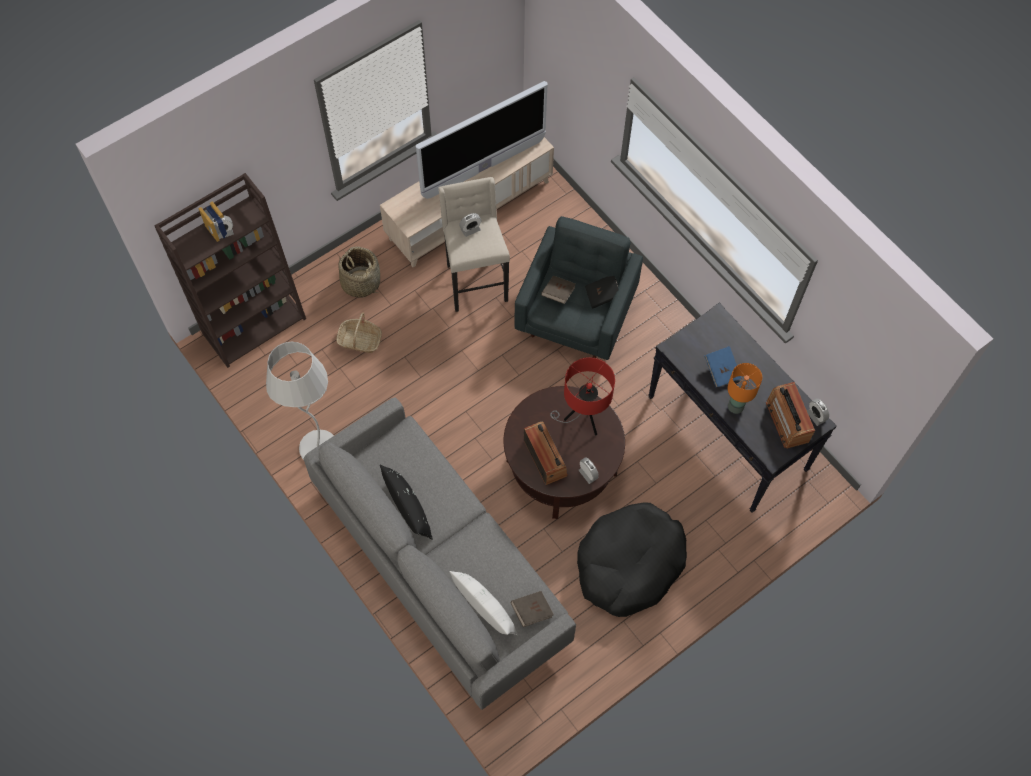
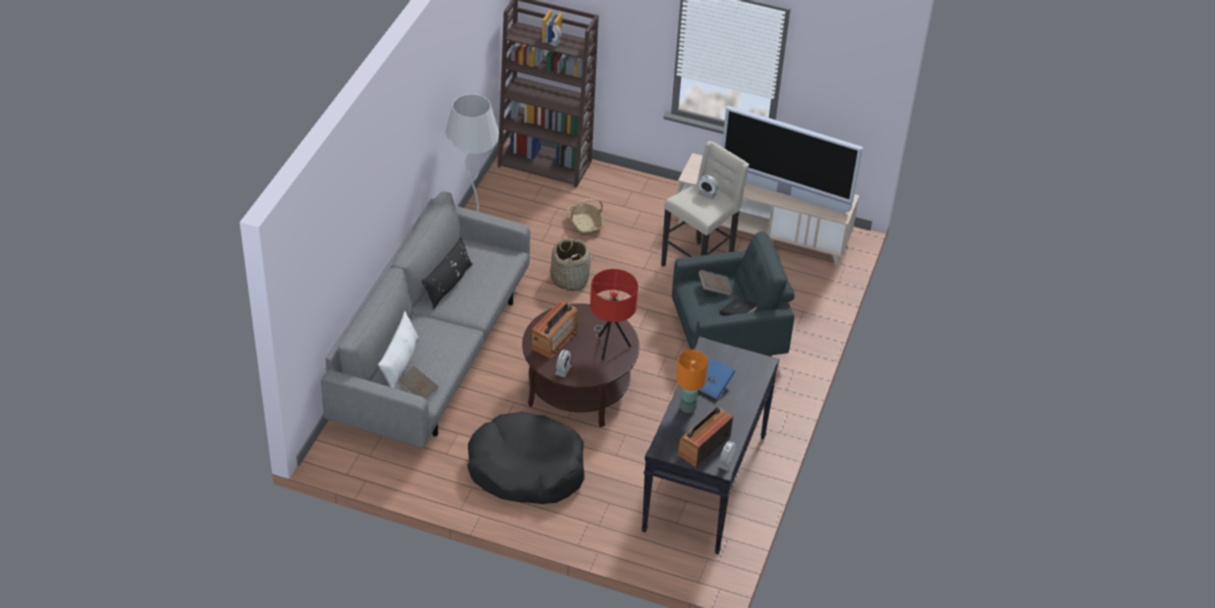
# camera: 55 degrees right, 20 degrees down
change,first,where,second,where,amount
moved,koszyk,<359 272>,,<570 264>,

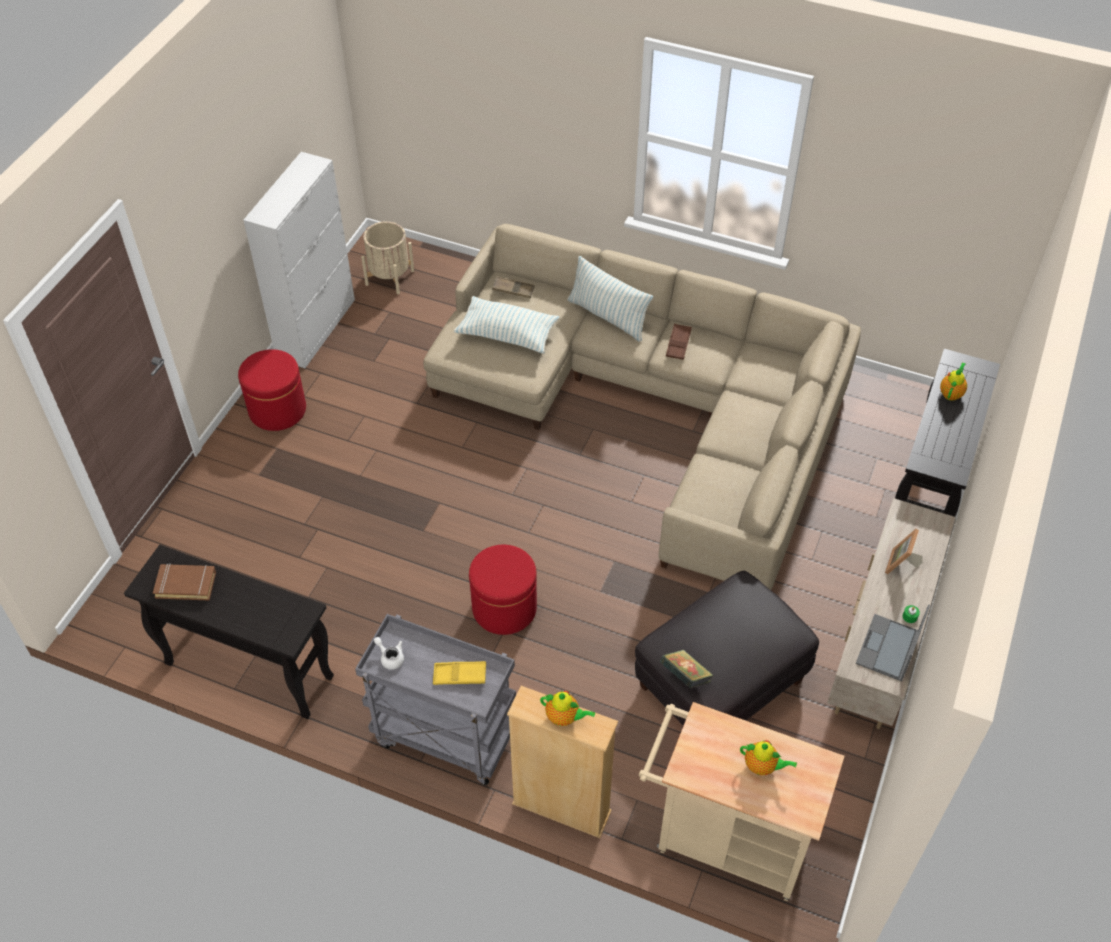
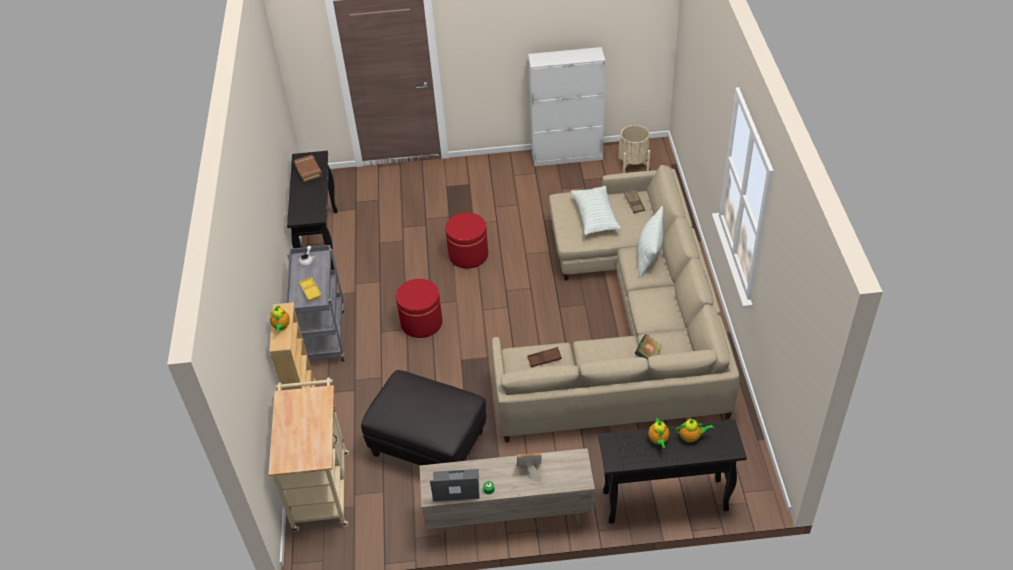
# camera: 65 degrees right, 5 degrees down
change,first,where,second,where,amount
moved,pufa/czerwony,<272 390>,,<466 241>,
moved,książka,<687 669>,,<648 346>,
moved,taca/brązowy,<679 342>,,<544 357>,
moved,imbryk,<768 757>,,<659 433>,

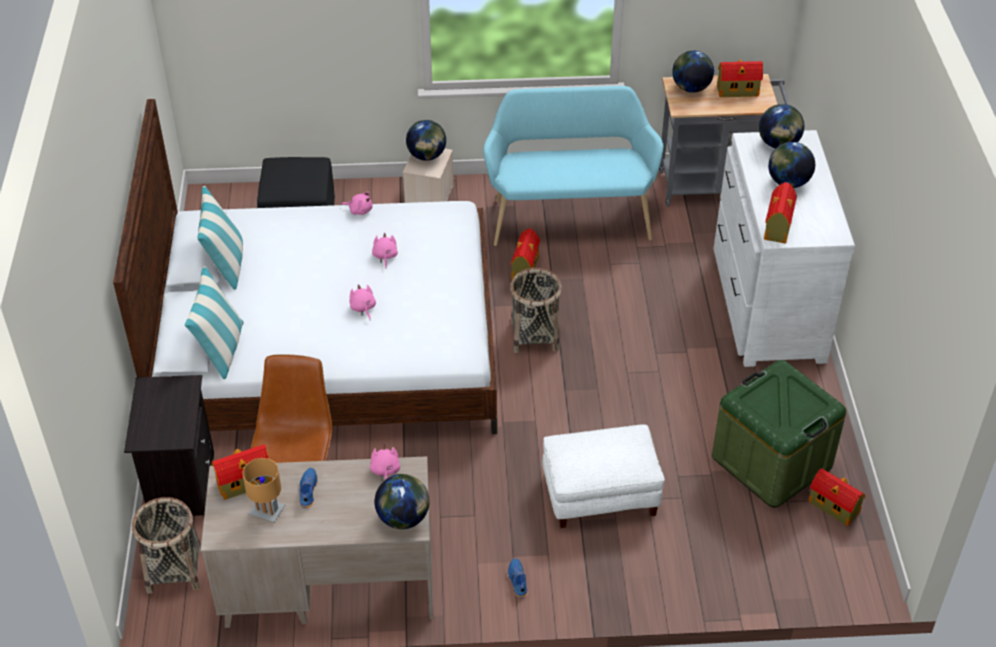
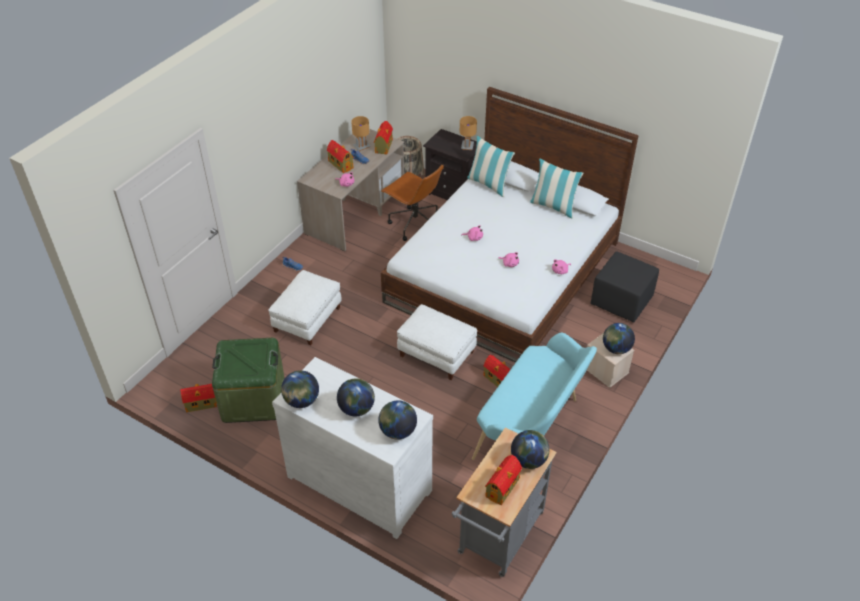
# camera: 125 degrees right, 0 degrees up
change,first,where,second,where,amount
added,,,lampa stołowa/brązowy,<468 133>,
moved,globus,<402 501>,,<300 389>,
moved,domek,<780 212>,,<340 156>,
replaced,koszyk,<536 310>,pufa/biały,<437 342>,

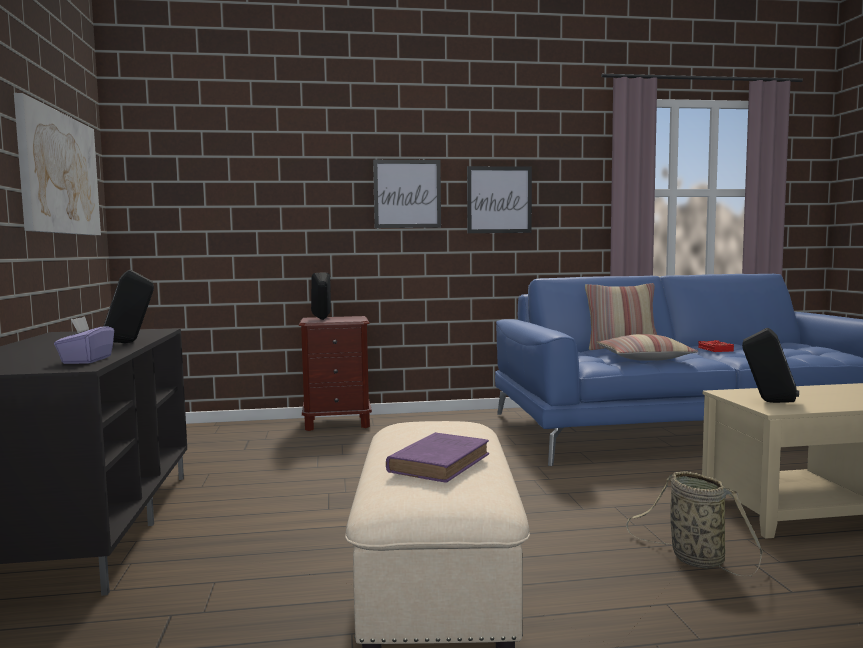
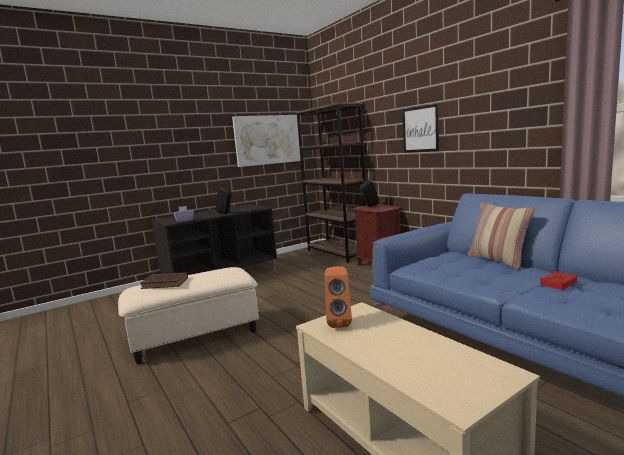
# camera: 65 degrees right, 5 degrees up
change,first,where,second,where,amount
removed,obraz,<499 199>,,,
removed,poduszka,<647 347>,,,
removed,koszyk,<694 523>,,,
added,,,regał/brązowy,<331 182>,
recoloured,książka/fioletowy,<437 457>,książka/brązowy,<164 280>,
recoloured,głośnik/czarny,<770 365>,głośnik/pomarańczowy,<338 297>,

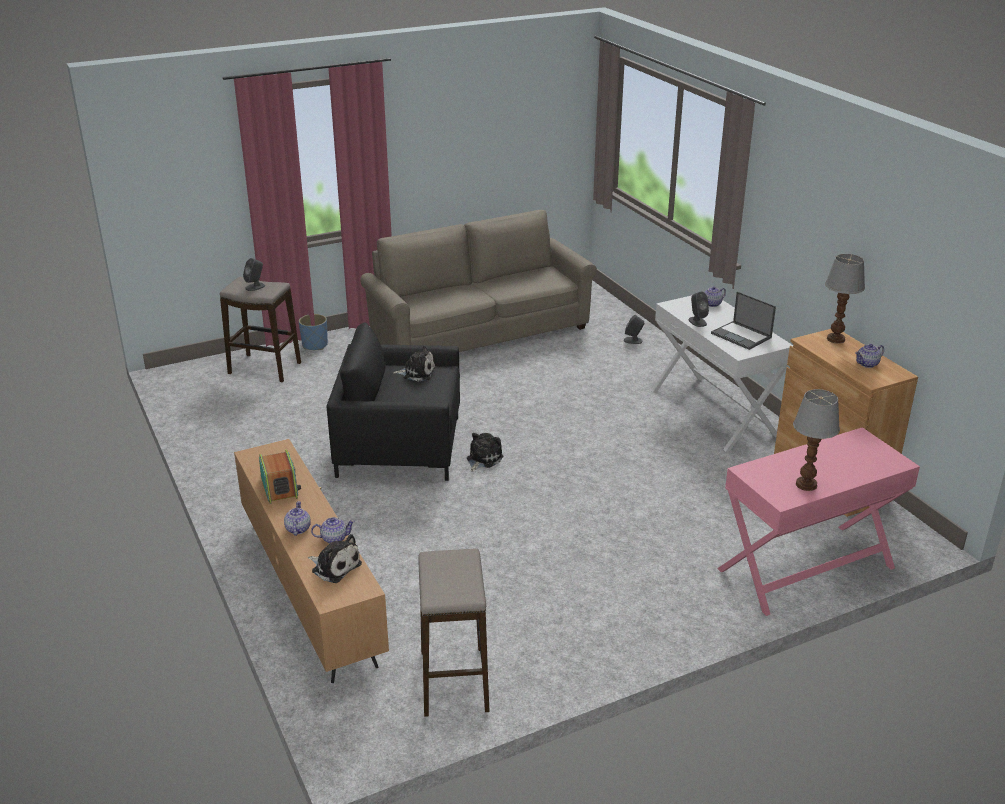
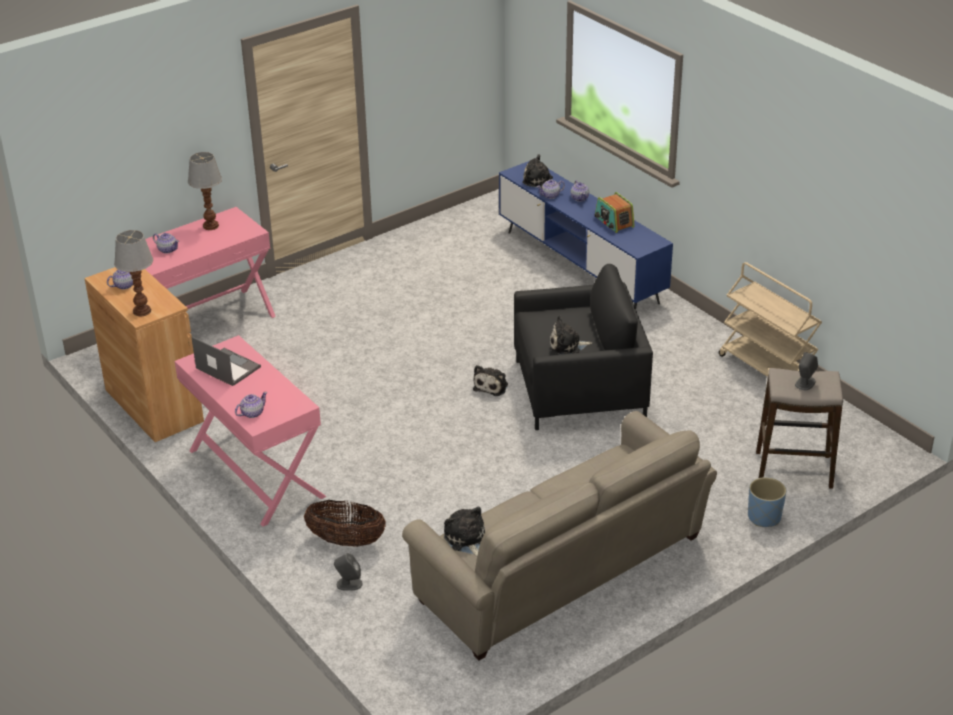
# camera: 170 degrees right, 5 degrees up
change,first,where,second,where,amount
removed,stołek,<454 633>,,,
removed,głośnik/szary,<698 309>,,,
added,,,imbryk,<166 243>,
added,,,koszyk,<345 523>,
added,,,pluszak,<464 532>,
added,,,wózek/beżowy,<770 319>,
recoloured,szafka pod telewizor/brązowy,<311 561>,szafka pod telewizor/niebieski,<586 235>,
recoloured,stolik konsolowy/biały,<722 374>,stolik konsolowy/różowy,<250 431>,

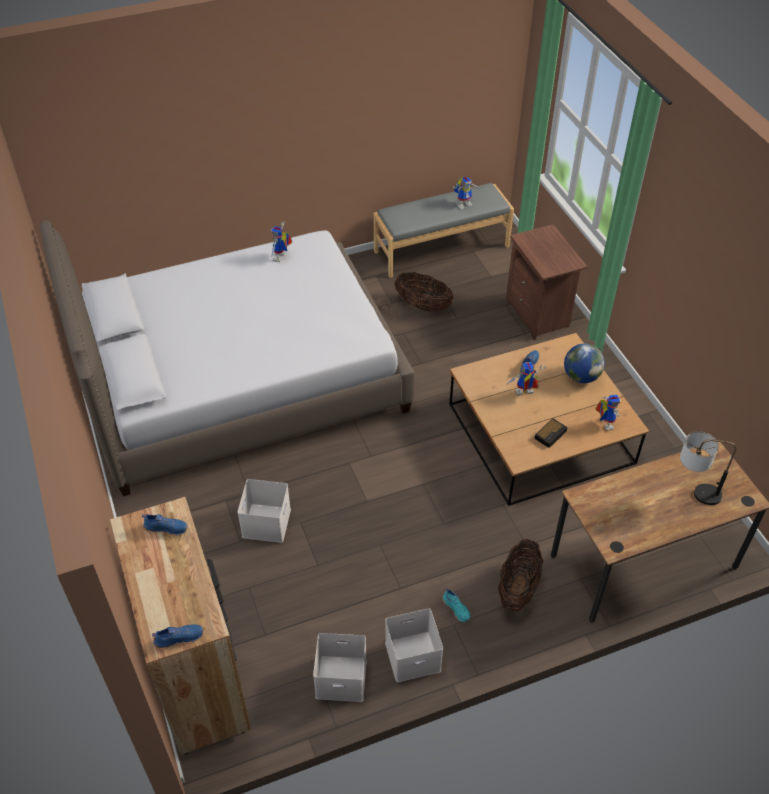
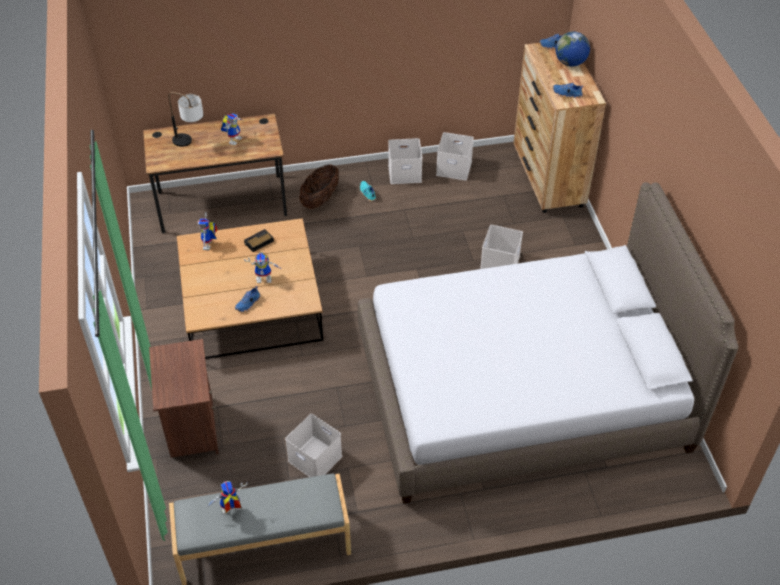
# camera: 170 degrees left, 0 degrees up
change,first,where,second,where,amount
moved,robot zabawkowy,<281 242>,,<231 129>,
moved,globus,<584 363>,,<573 49>,
replaced,koszyk,<424 292>,pojemnik do przechowywania/biały,<313 445>,

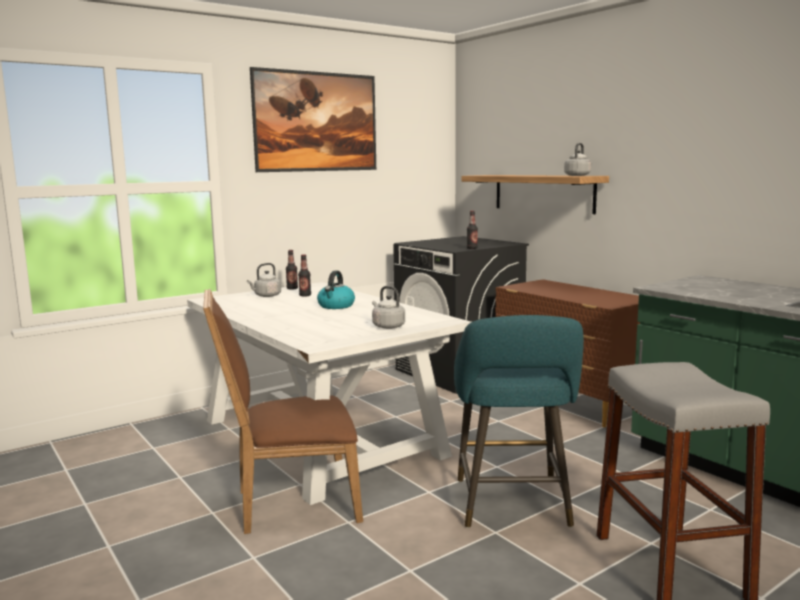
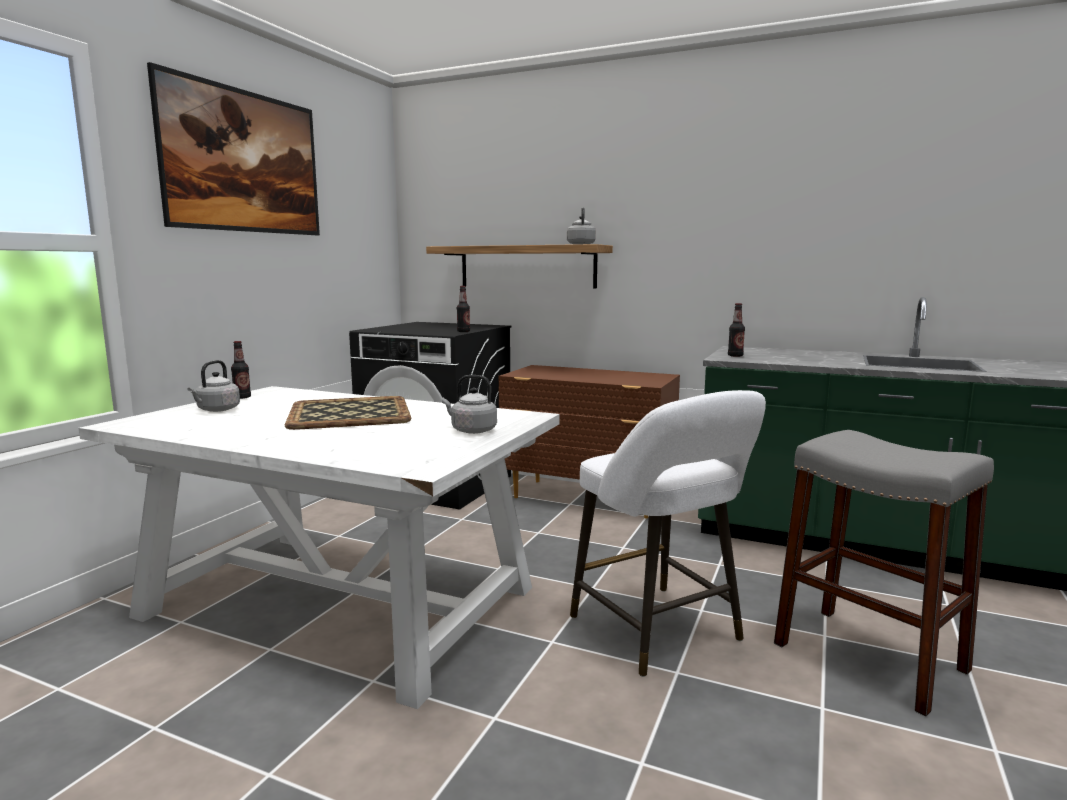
# camera: 30 degrees left, 0 degrees up
change,first,where,second,where,amount
removed,krzesło/brązowy,<283 411>,,,
moved,butelka,<304 275>,,<736 330>,
replaced,czajnik,<336 290>,taca,<348 413>,
recoloured,stołek/turkusowy,<519 421>,stołek/biały,<668 533>,

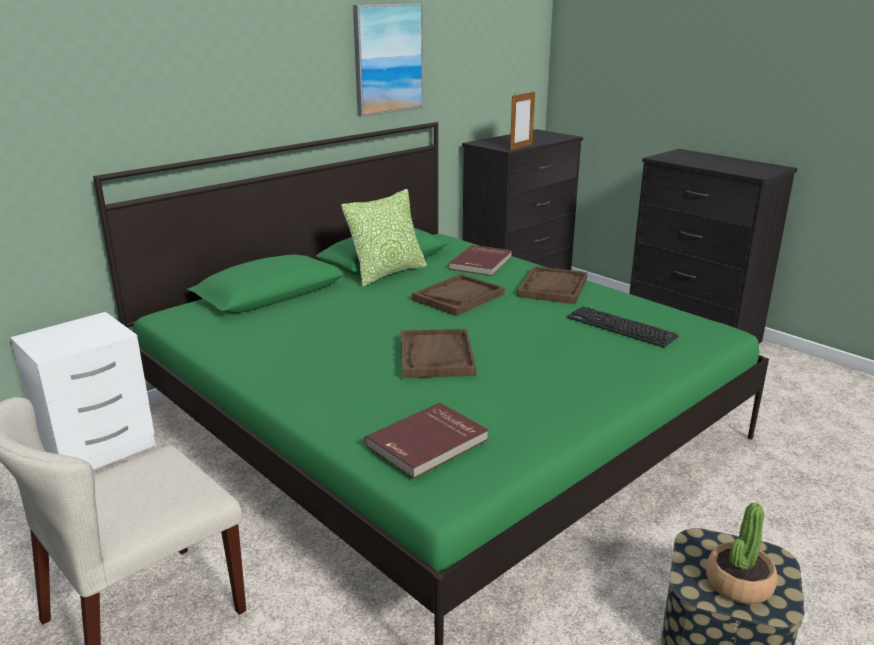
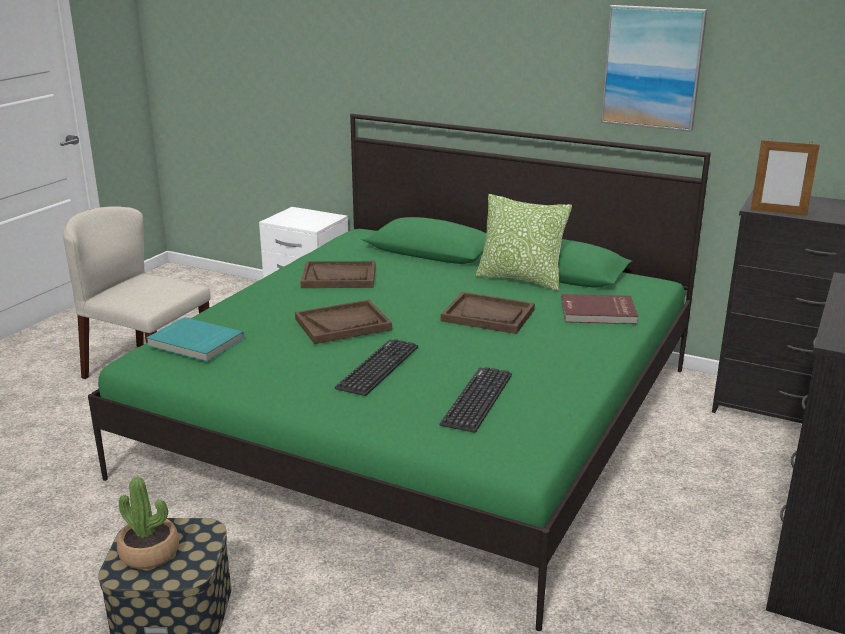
# camera: 70 degrees right, 0 degrees up
change,first,where,second,where,amount
added,,,klawiatura,<376 367>,
moved,taca/brązowy,<552 285>,,<338 274>,
recoloured,książka/czerwony,<427 440>,książka/turkusowy,<195 339>,

